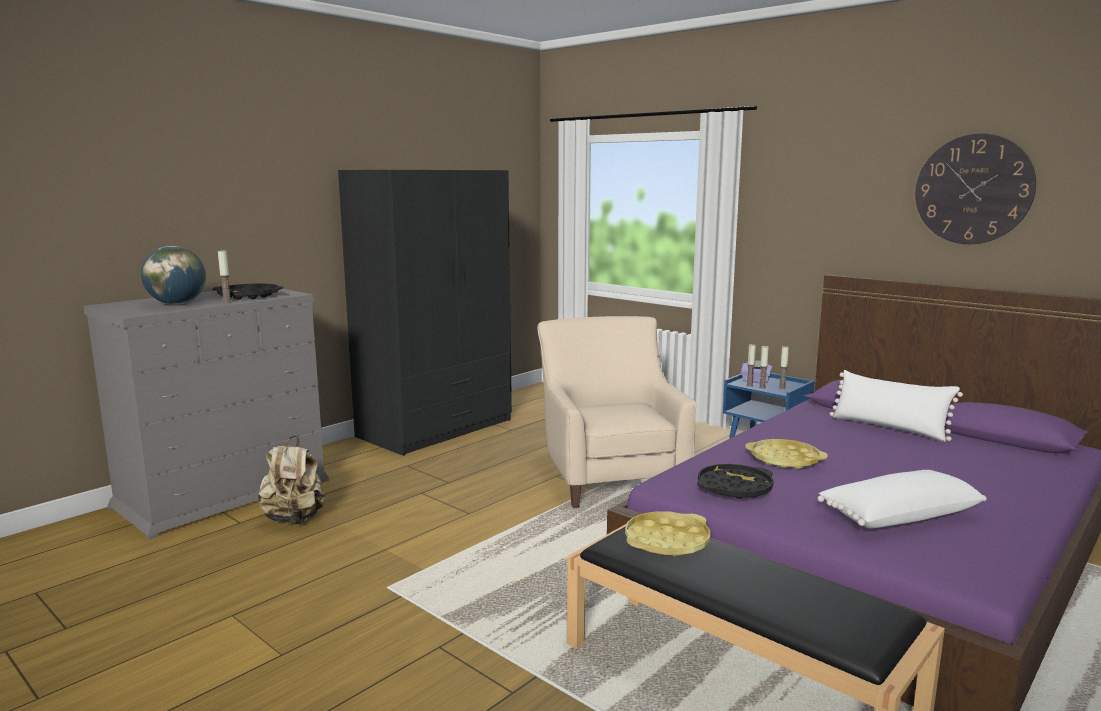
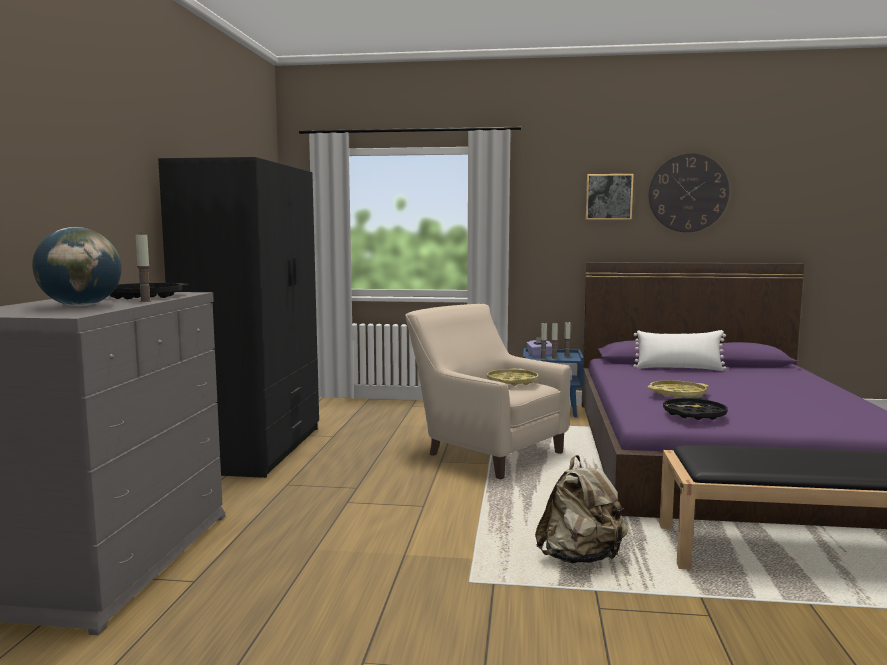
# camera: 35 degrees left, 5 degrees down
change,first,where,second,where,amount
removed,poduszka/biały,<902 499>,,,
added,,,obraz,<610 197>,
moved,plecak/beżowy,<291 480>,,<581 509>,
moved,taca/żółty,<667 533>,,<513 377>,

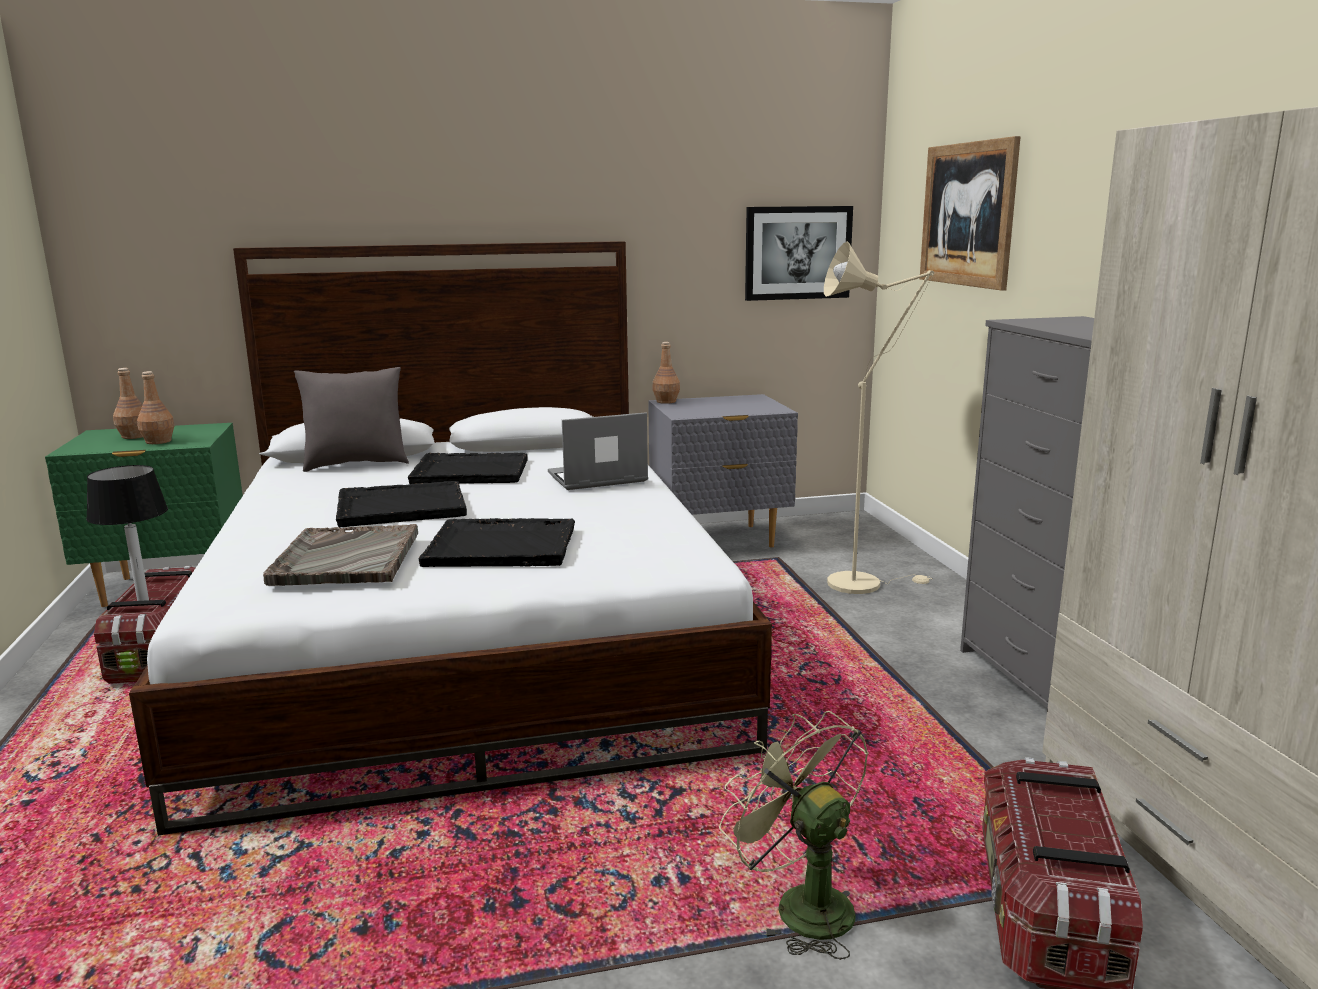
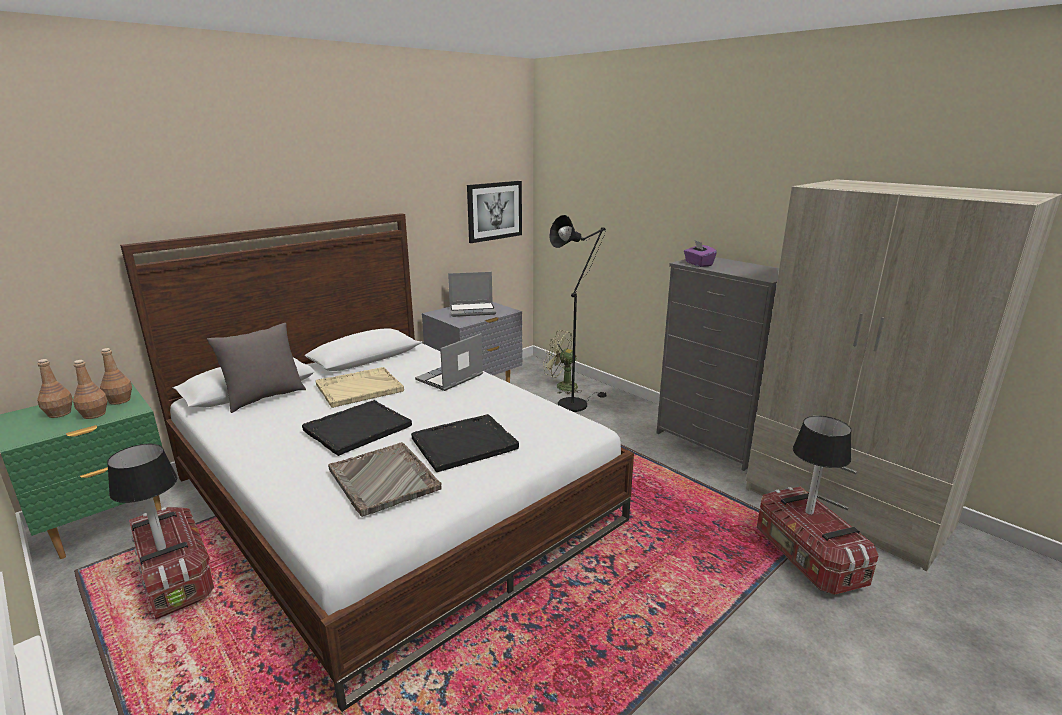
# camera: 30 degrees left, 5 degrees up
change,first,where,second,where,amount
removed,obraz,<970 213>,,,
added,,,laptop,<472 294>,
added,,,pudełko chusteczek/fioletowy,<700 253>,
added,,,lampa stołowa,<822 465>,
moved,butelka/brązowy,<666 373>,,<116 376>,
moved,wentylator/zielony,<794 835>,,<562 362>,
recoloured,taca/czarny,<468 468>,taca/beżowy,<359 387>,
recoloured,lampa stojąca/beżowy,<879 418>,lampa stojąca/czarny,<578 313>,

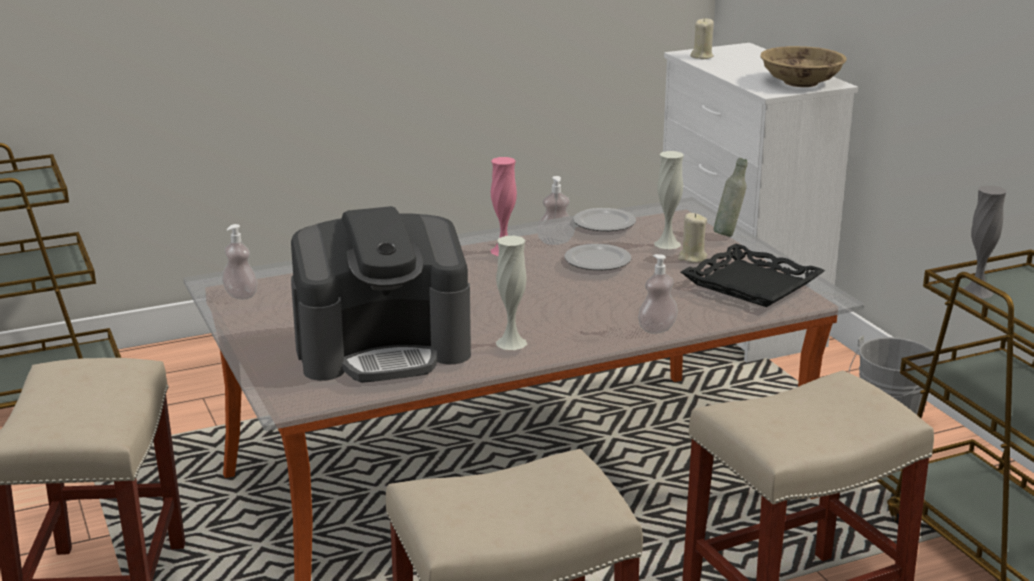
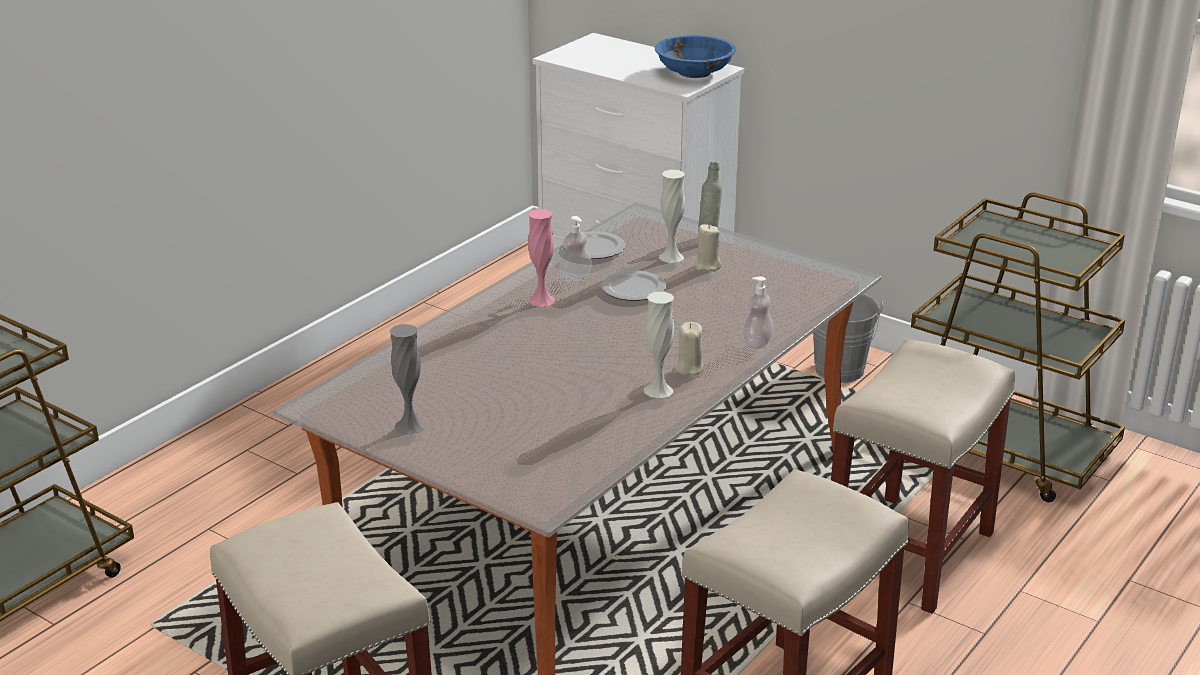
# camera: 30 degrees left, 5 degrees up
change,first,where,second,where,amount
removed,dozownik mydła,<240 262>,,,
removed,ekspres do kawy,<381 294>,,,
removed,taca/czarny,<753 275>,,,
moved,świeca/beżowy,<702 38>,,<689 348>,
moved,wazon/szary,<984 242>,,<408 379>,
recoloured,miska/beżowy,<803 66>,miska/niebieski,<695 56>,

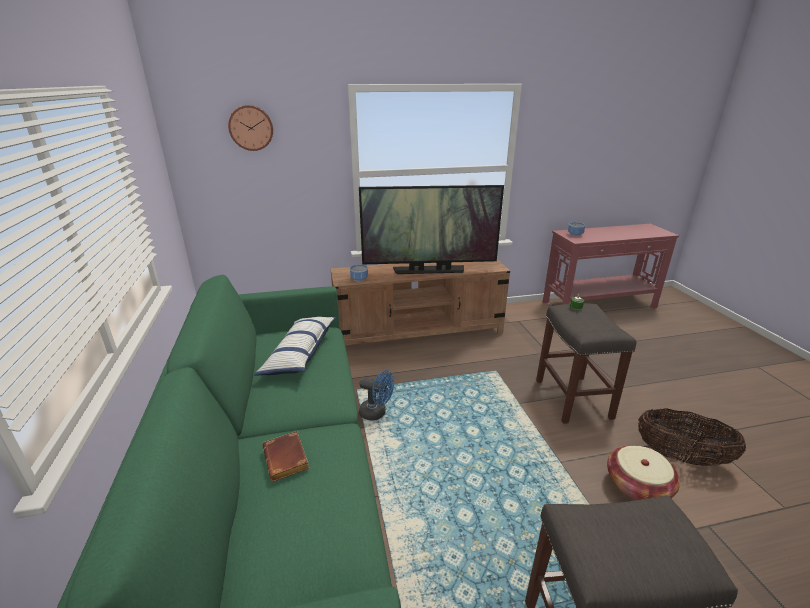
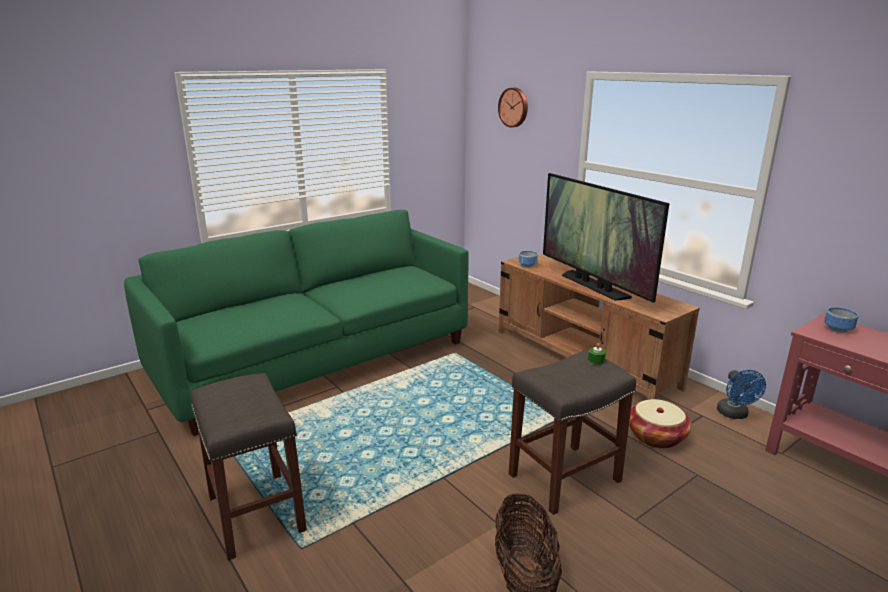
# camera: 65 degrees right, 5 degrees down
change,first,where,second,where,amount
removed,poduszka,<295 346>,,,
removed,książka/brązowy,<286 456>,,,
moved,wentylator/niebieski,<376 395>,,<741 394>,
moved,koszyk,<643 473>,,<660 424>,

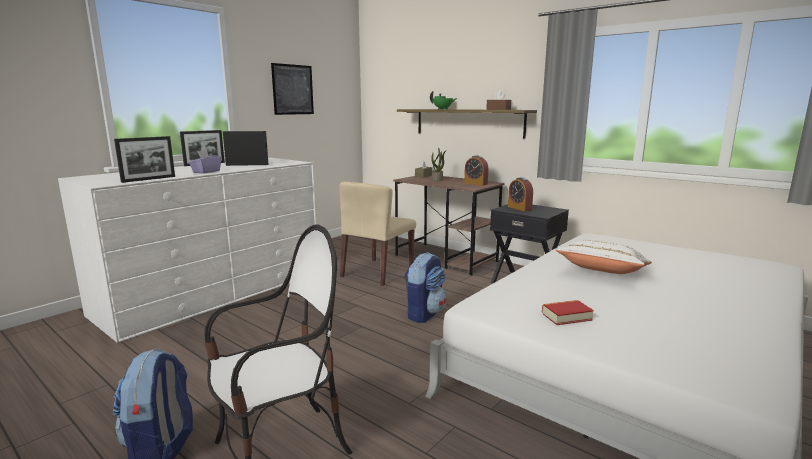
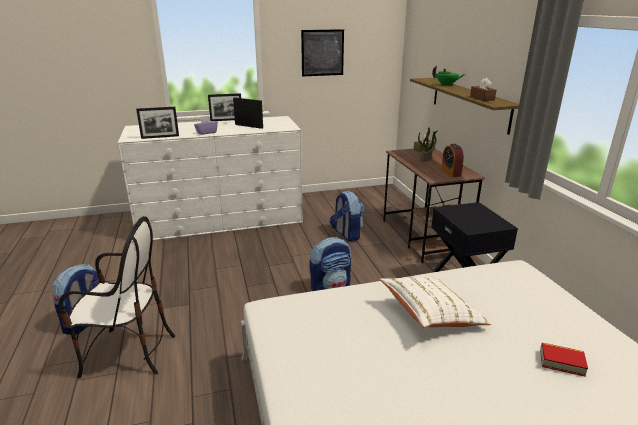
# camera: 35 degrees right, 10 degrees up
change,first,where,second,where,amount
removed,budzik,<520 194>,,,
moved,książka,<568 312>,,<564 360>,
replaced,krzesło/beżowy,<377 234>,plecak,<347 216>,

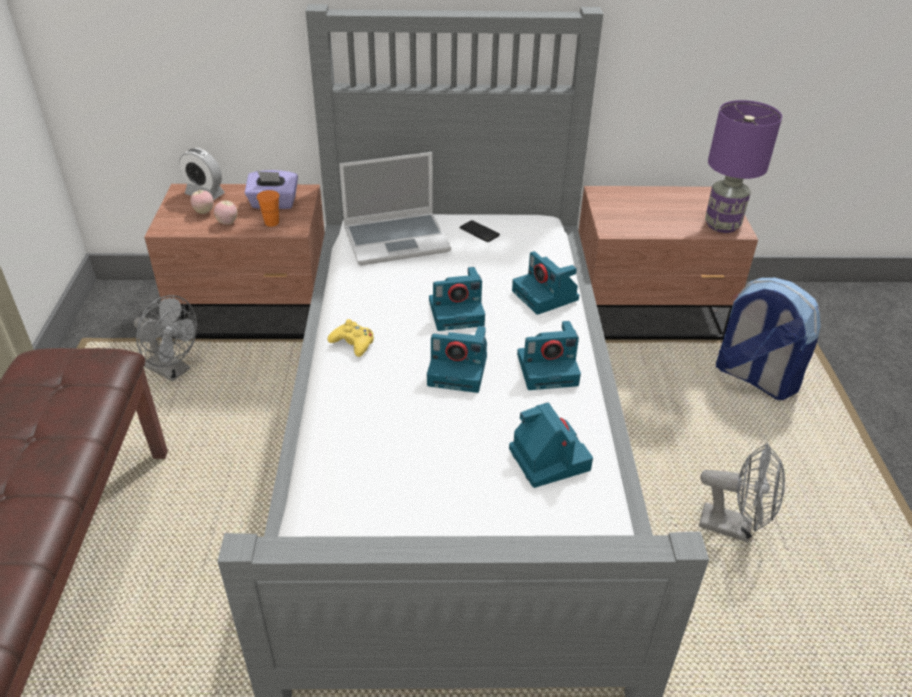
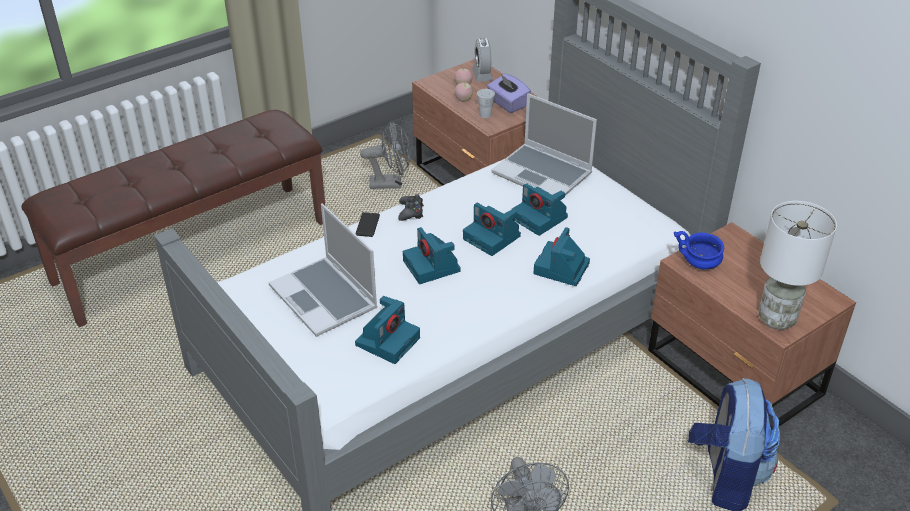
# camera: 55 degrees right, 0 degrees up
change,first,where,second,where,amount
added,,,laptop,<323 270>,
added,,,miska/niebieski,<699 250>,
moved,telefon,<480 231>,,<368 224>,
moved,aparat fotograficzny,<549 355>,,<539 209>,
recoloured,filiżanka/pomarańczowy,<268 208>,filiżanka/biały,<486 103>,
recoloured,pad do gier/żółty,<351 338>,pad do gier/czarny,<411 207>,
recoloured,lampa stołowa/fioletowy,<743 166>,lampa stołowa/biały,<798 265>,
turned,wentylator/szary,<165 338>,,<385 155>,90 degrees counterclockwise

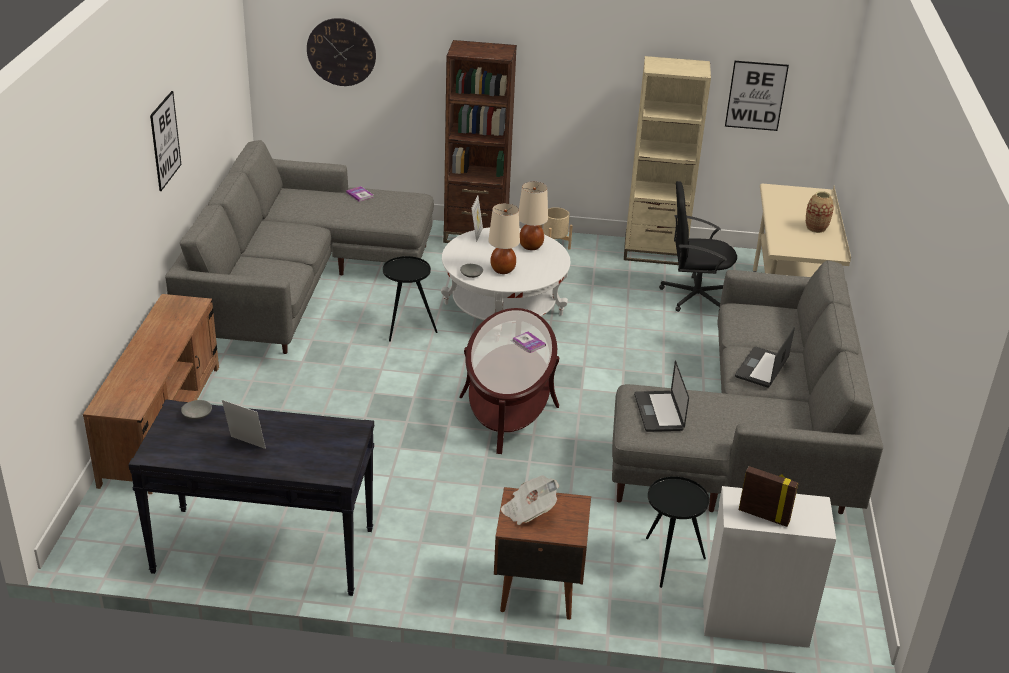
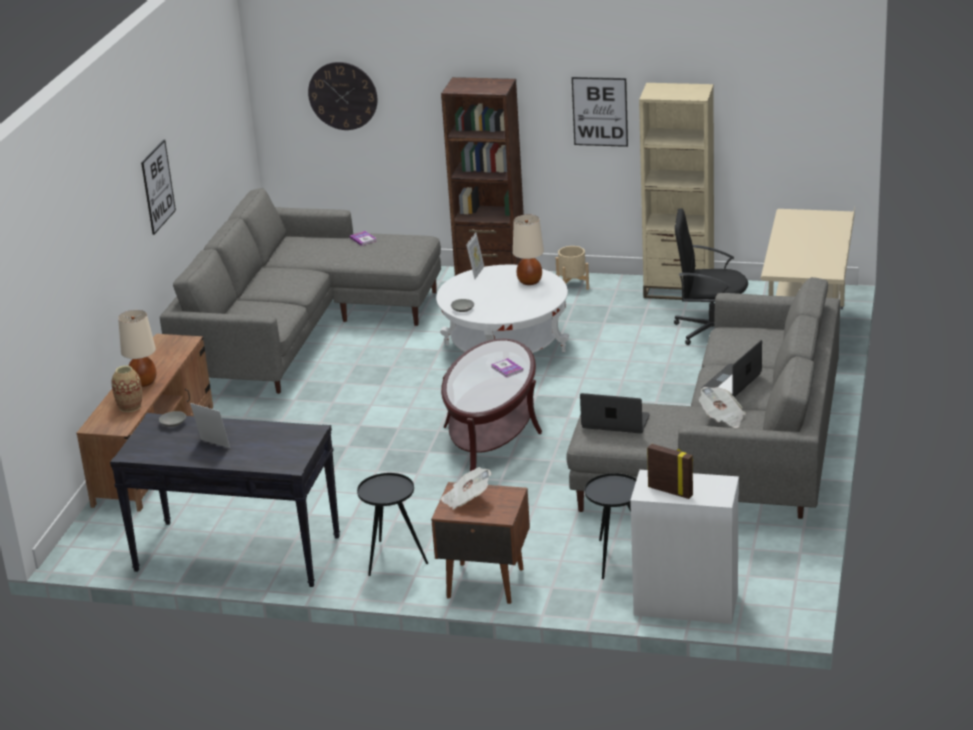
# camera: 10 degrees right, 5 degrees down
change,first,where,second,where,amount
added,,,gazeta,<722 407>,
moved,stolik/czarny,<410 299>,,<392 524>,
moved,lampa stołowa/beżowy,<504 238>,,<137 348>,
moved,obraz,<757 96>,,<600 112>,
moved,wazon,<820 212>,,<127 388>,
turned,laptop,<661 396>,,<615 413>,105 degrees clockwise

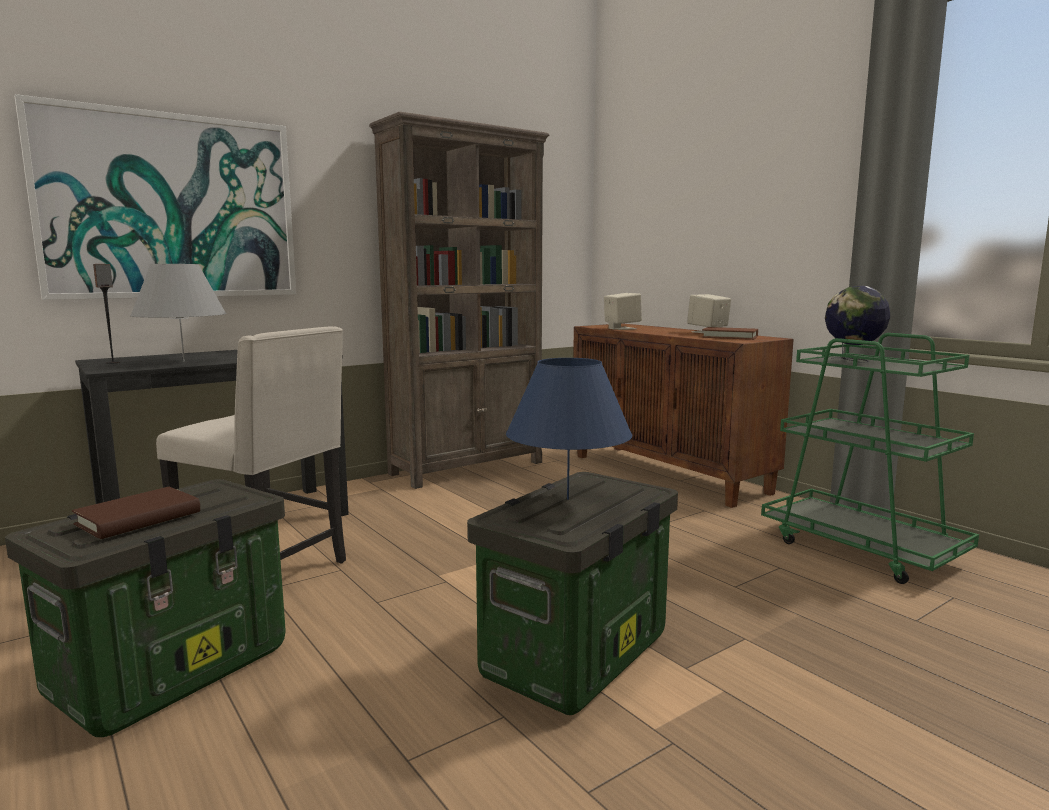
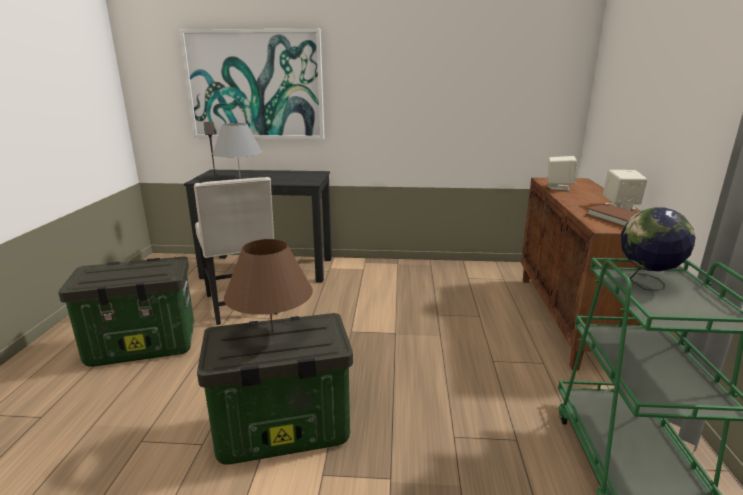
# camera: 40 degrees right, 10 degrees up
change,first,where,second,where,amount
removed,książka/brązowy,<136 513>,,,
removed,regał/brązowy,<459 300>,,,
recoloured,lampa stołowa/niebieski,<569 429>,lampa stołowa/brązowy,<268 287>,

